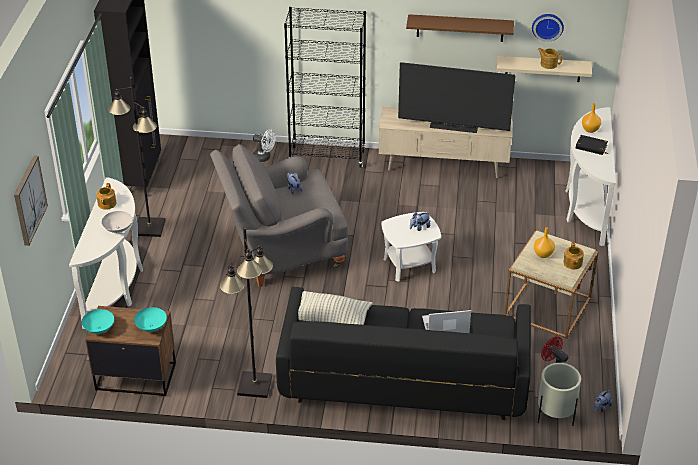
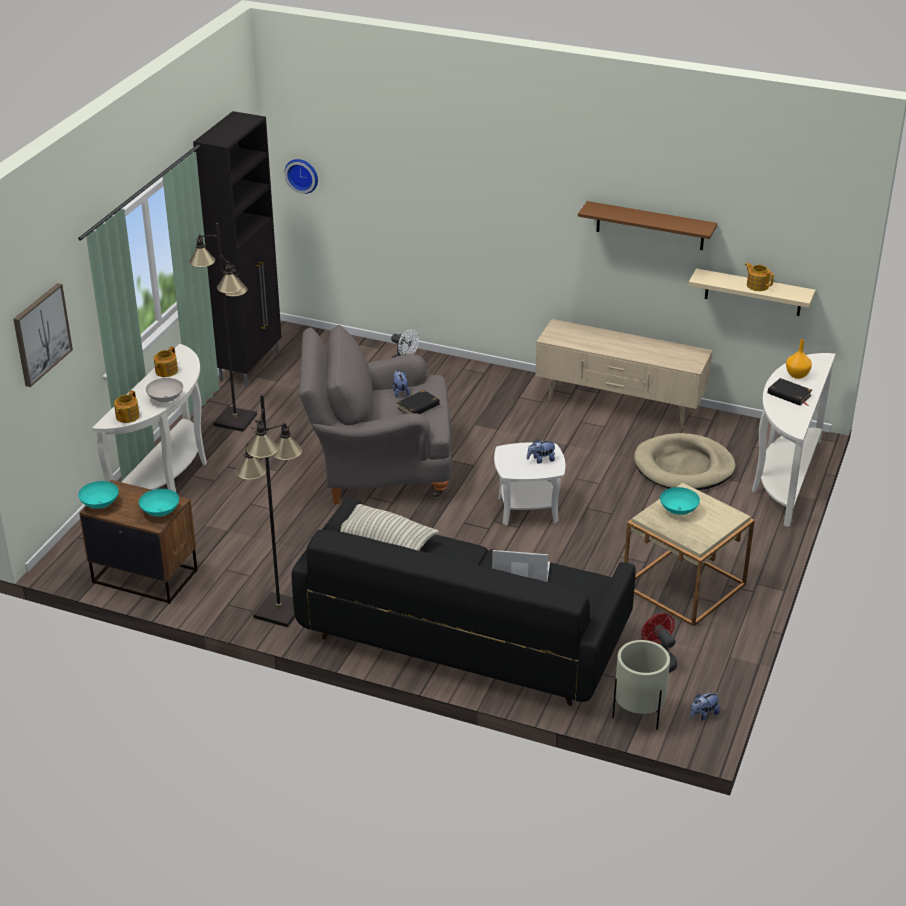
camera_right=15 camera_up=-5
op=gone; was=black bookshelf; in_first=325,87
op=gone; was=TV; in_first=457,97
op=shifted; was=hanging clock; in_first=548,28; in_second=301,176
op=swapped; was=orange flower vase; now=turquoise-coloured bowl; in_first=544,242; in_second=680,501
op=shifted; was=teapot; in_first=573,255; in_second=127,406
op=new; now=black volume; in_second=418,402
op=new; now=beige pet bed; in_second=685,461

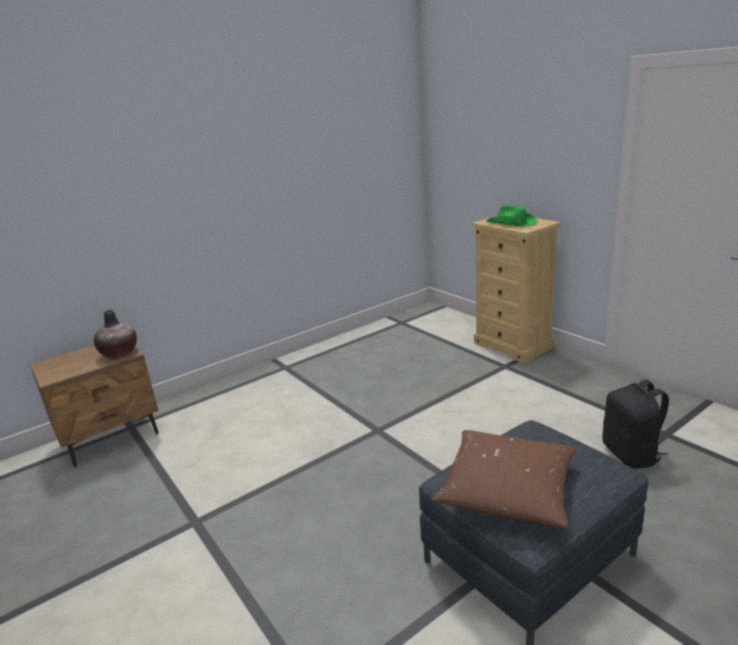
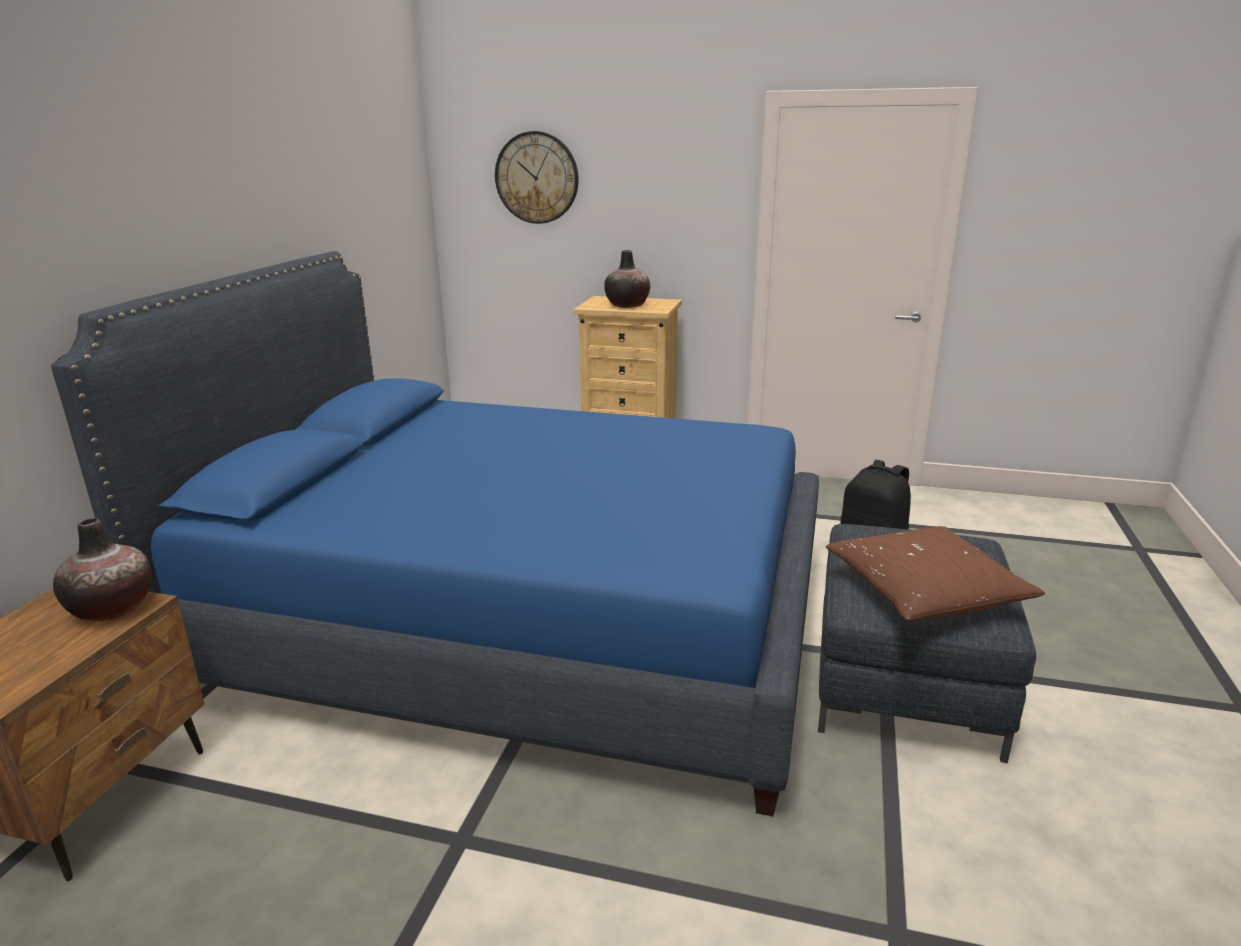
camera_right=-40 camera_up=0
op=swapped; was=green-coloured hat; now=flower vase; in_first=511,216; in_second=627,279
op=new; now=bluish bed; in_second=435,533
op=new; now=hanging clock; in_second=537,177

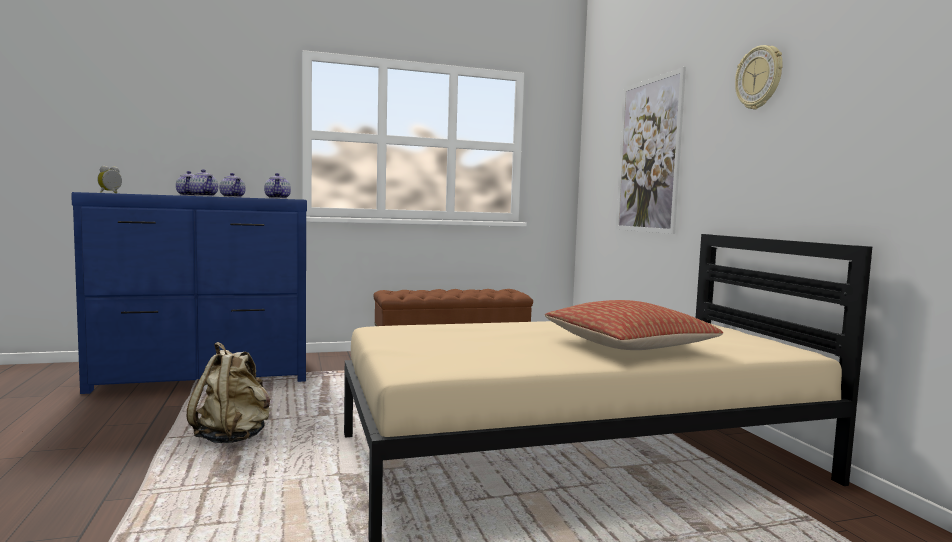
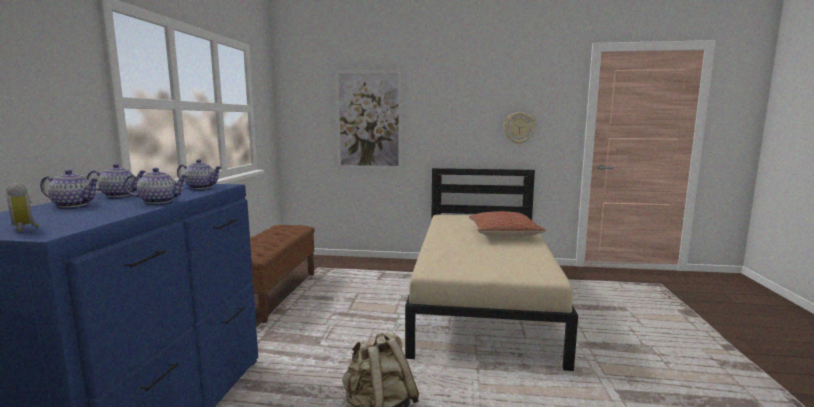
camera_right=-65 camera_up=5
op=shifted; was=hanging clock; in_first=759,77; in_second=520,128

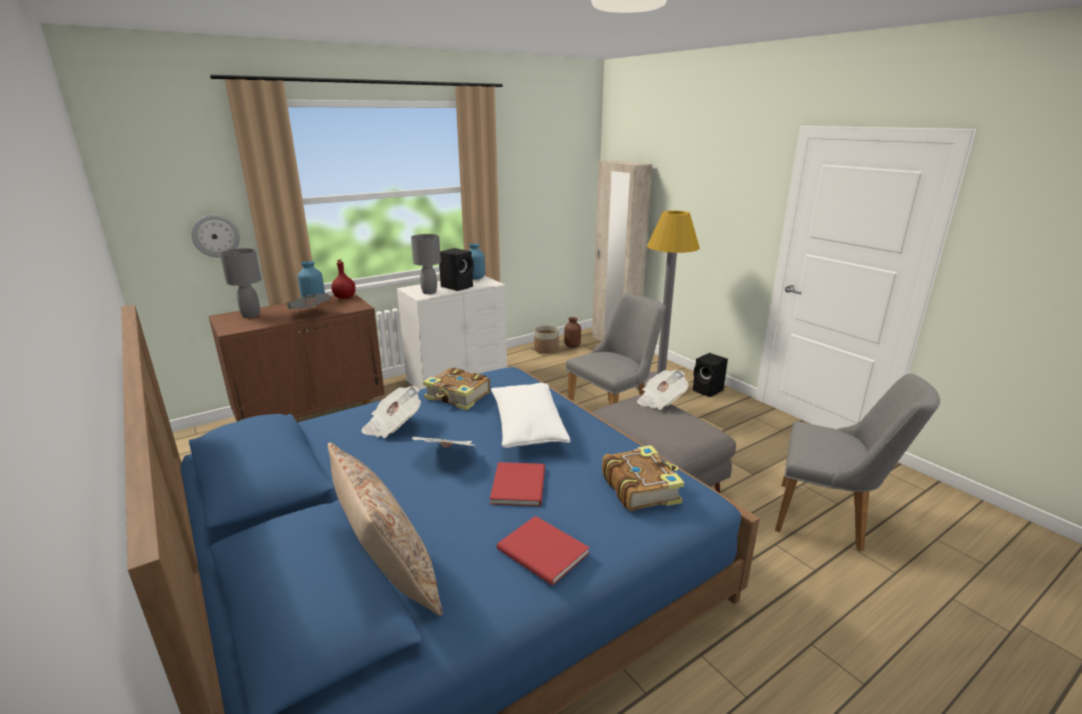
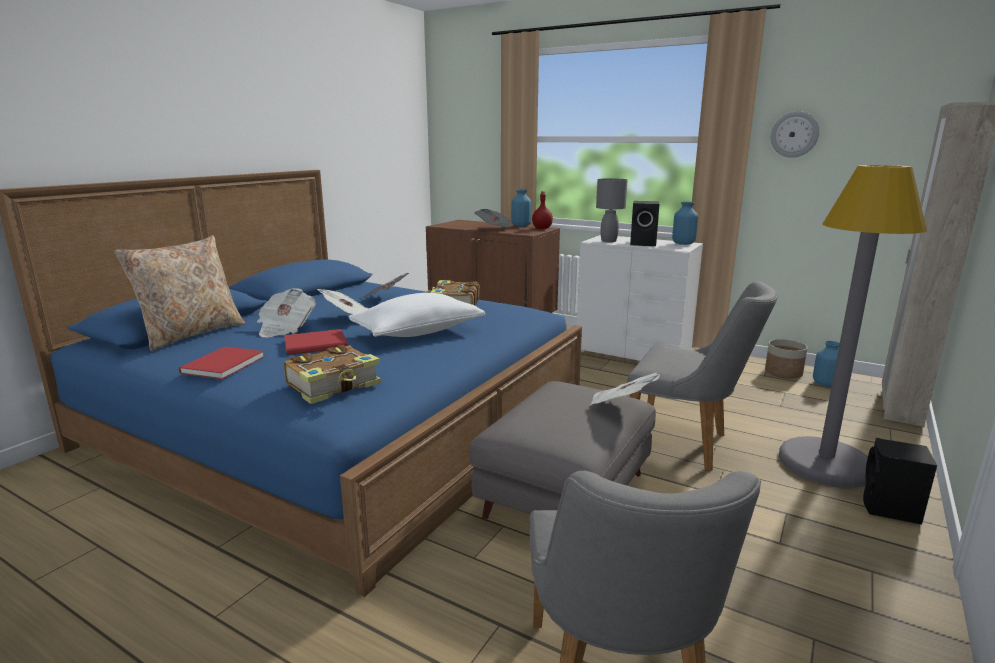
camera_right=65 camera_up=-5
op=shifted; was=hanging clock; in_first=216,236; in_second=795,134
op=gone; was=greyish lamp for a table; in_first=240,283
op=repainted; was=brownish flower vase; now=bluish flower vase; in_first=572,332; in_second=826,364
op=new; now=newspaper; in_second=286,312

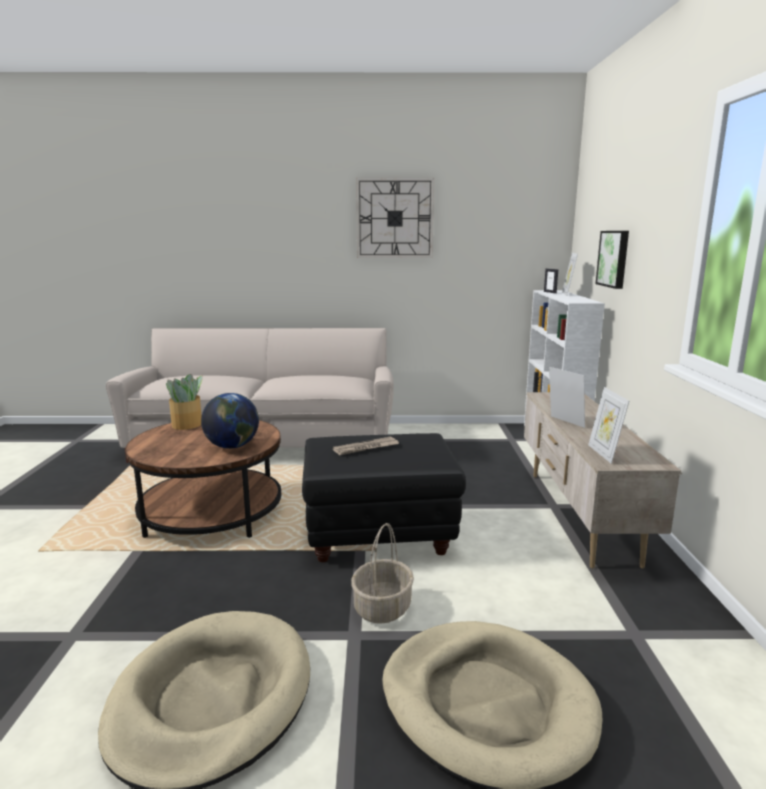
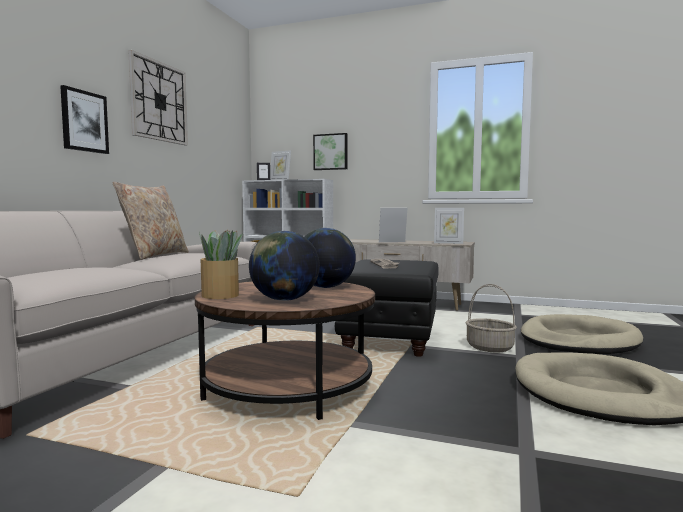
camera_right=-70 camera_up=-10
op=new; now=picture; in_second=84,119
op=new; now=beige pillow; in_second=150,221
op=new; now=globe; in_second=284,266

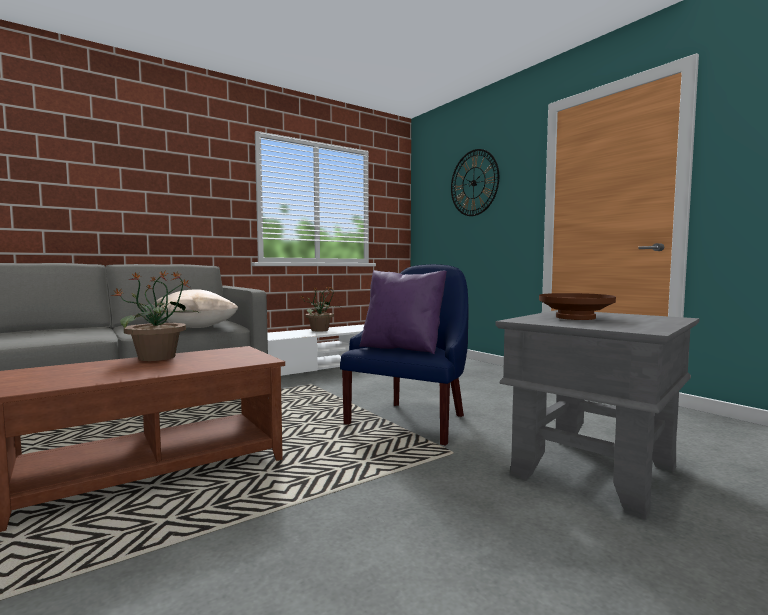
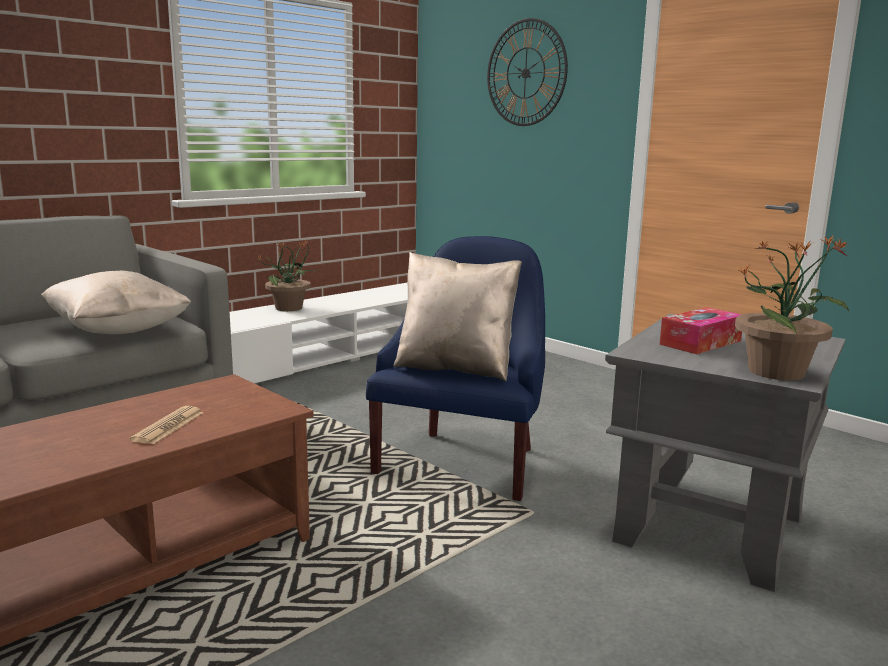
camera_right=-10 camera_up=10
op=shifted; was=potted plant; in_first=155,316; in_second=792,307
op=repainted; was=purple pillow; now=beige pillow; in_first=403,312; in_second=457,317
op=swapped; was=brownish bowl; now=tissue box; in_first=577,306; in_second=700,330
op=new; now=newspaper; in_second=166,425

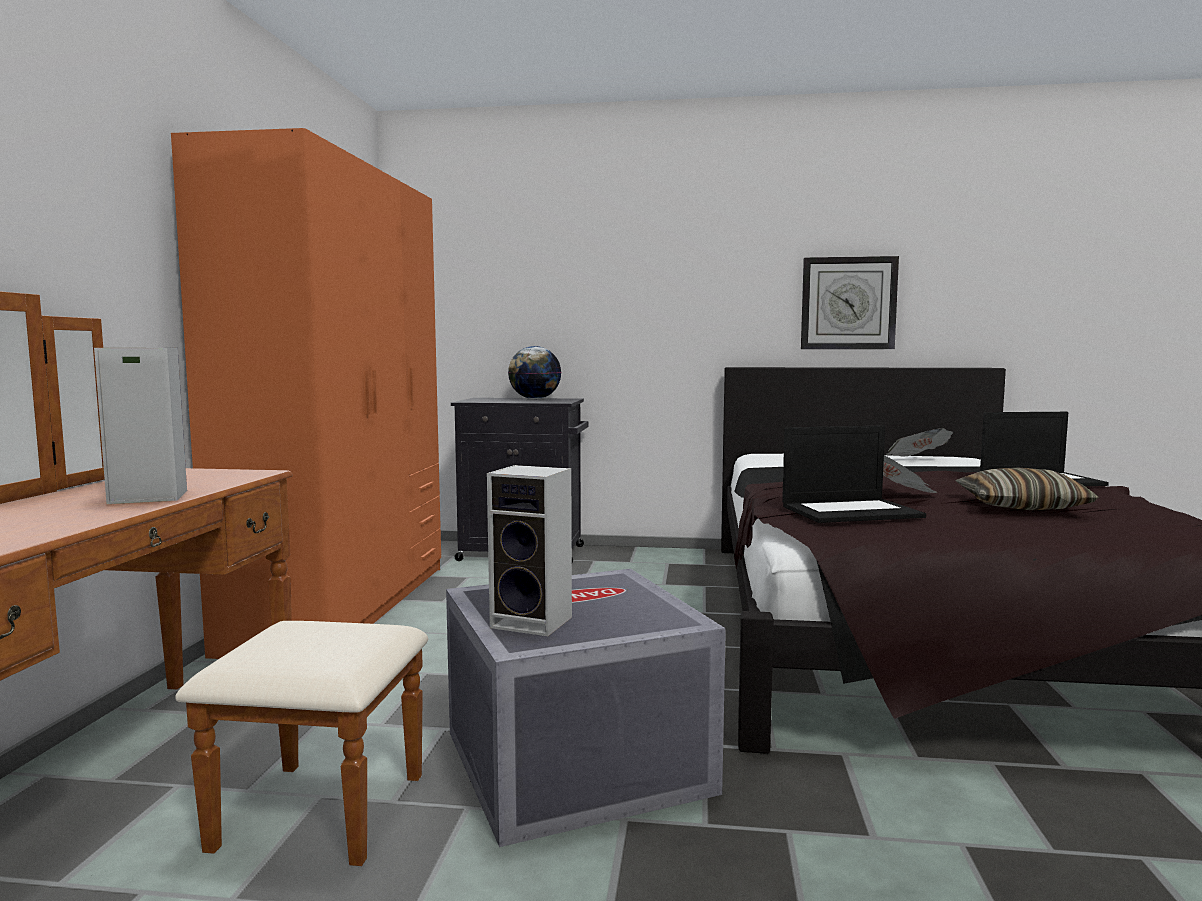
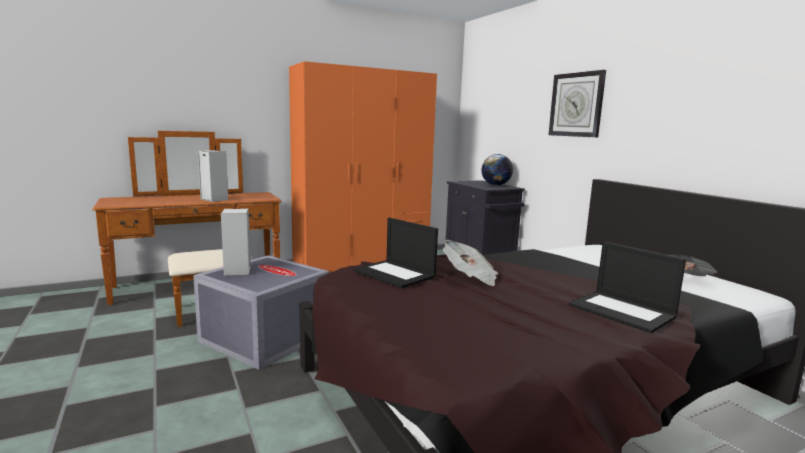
camera_right=55 camera_up=5
op=shifted; was=hanging clock; in_first=850,302; in_second=577,104
op=gone; was=pillow; in_first=1027,489

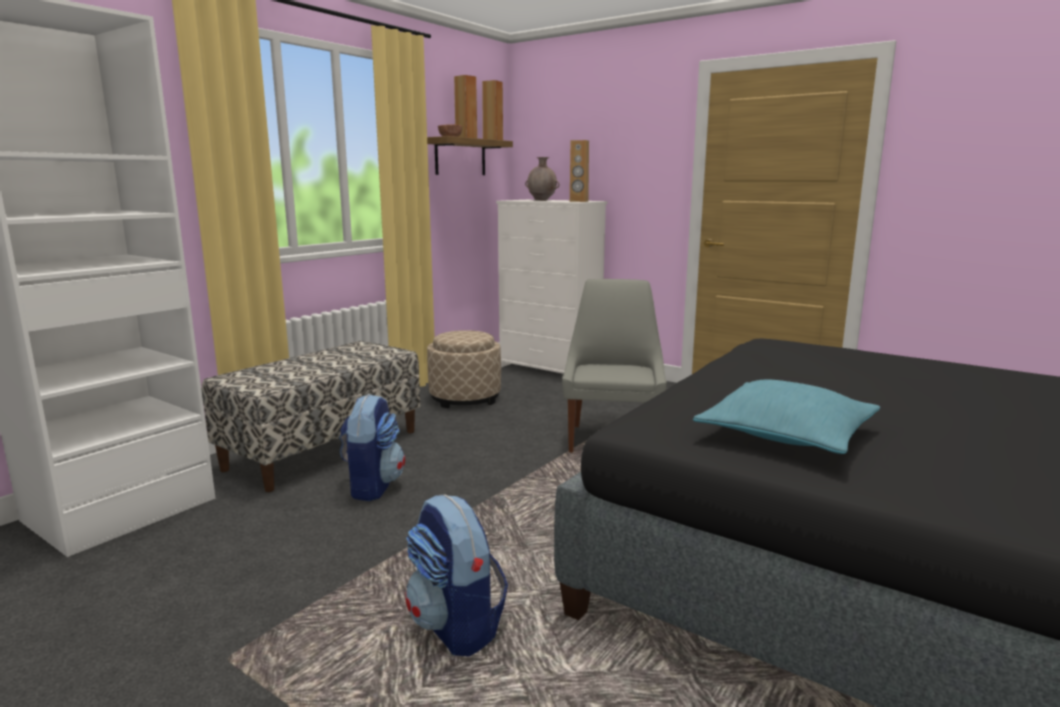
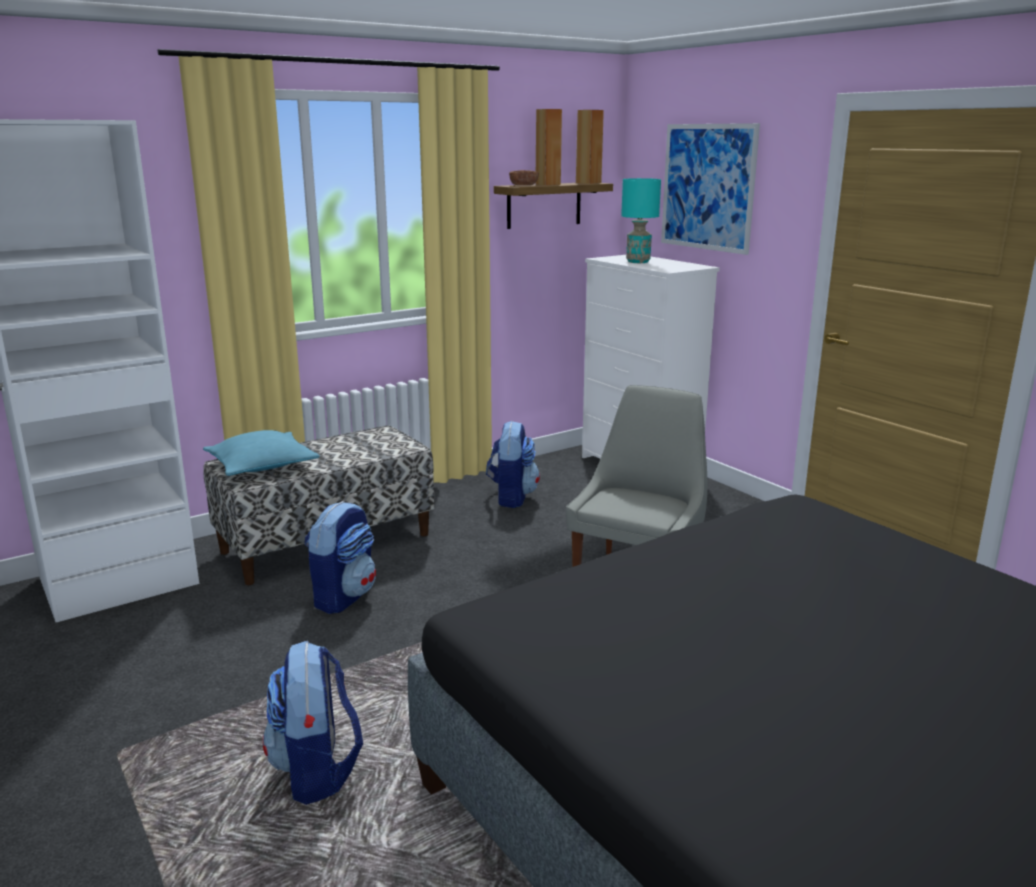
camera_right=20 camera_up=5
op=swapped; was=beige ottoman; now=rucksack; in_first=464,369; in_second=513,464
op=swapped; was=brownish flower vase; now=turquoise-coloured lamp for a table; in_first=542,179; in_second=641,220
op=gone; was=brownish speaker; in_first=579,171
op=shifted; was=turquoise-coloured pillow; in_first=786,416; in_second=261,453
op=new; now=picture; in_second=710,189

